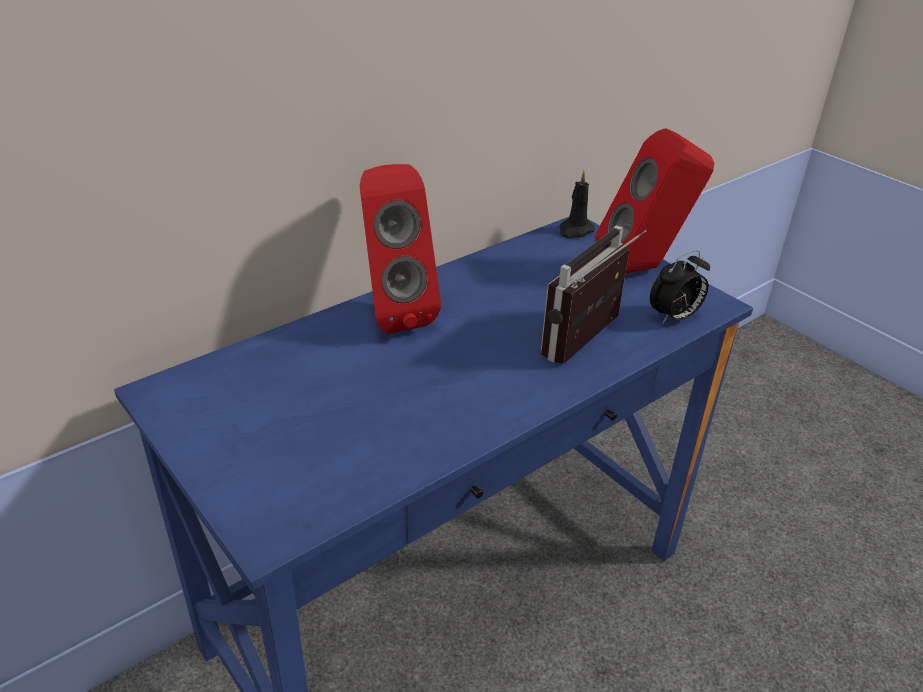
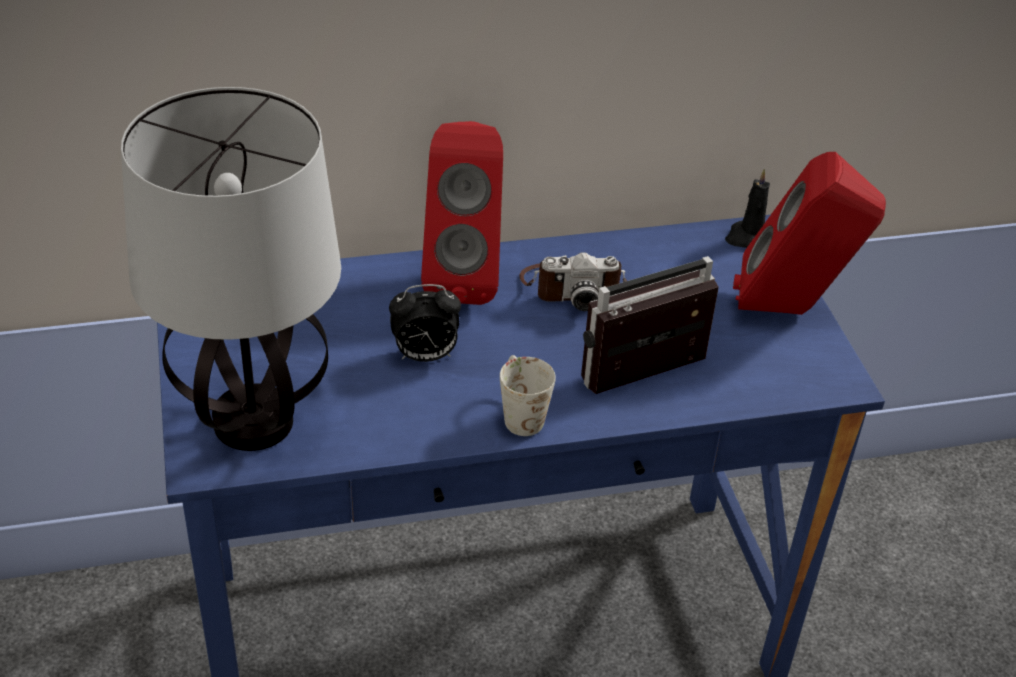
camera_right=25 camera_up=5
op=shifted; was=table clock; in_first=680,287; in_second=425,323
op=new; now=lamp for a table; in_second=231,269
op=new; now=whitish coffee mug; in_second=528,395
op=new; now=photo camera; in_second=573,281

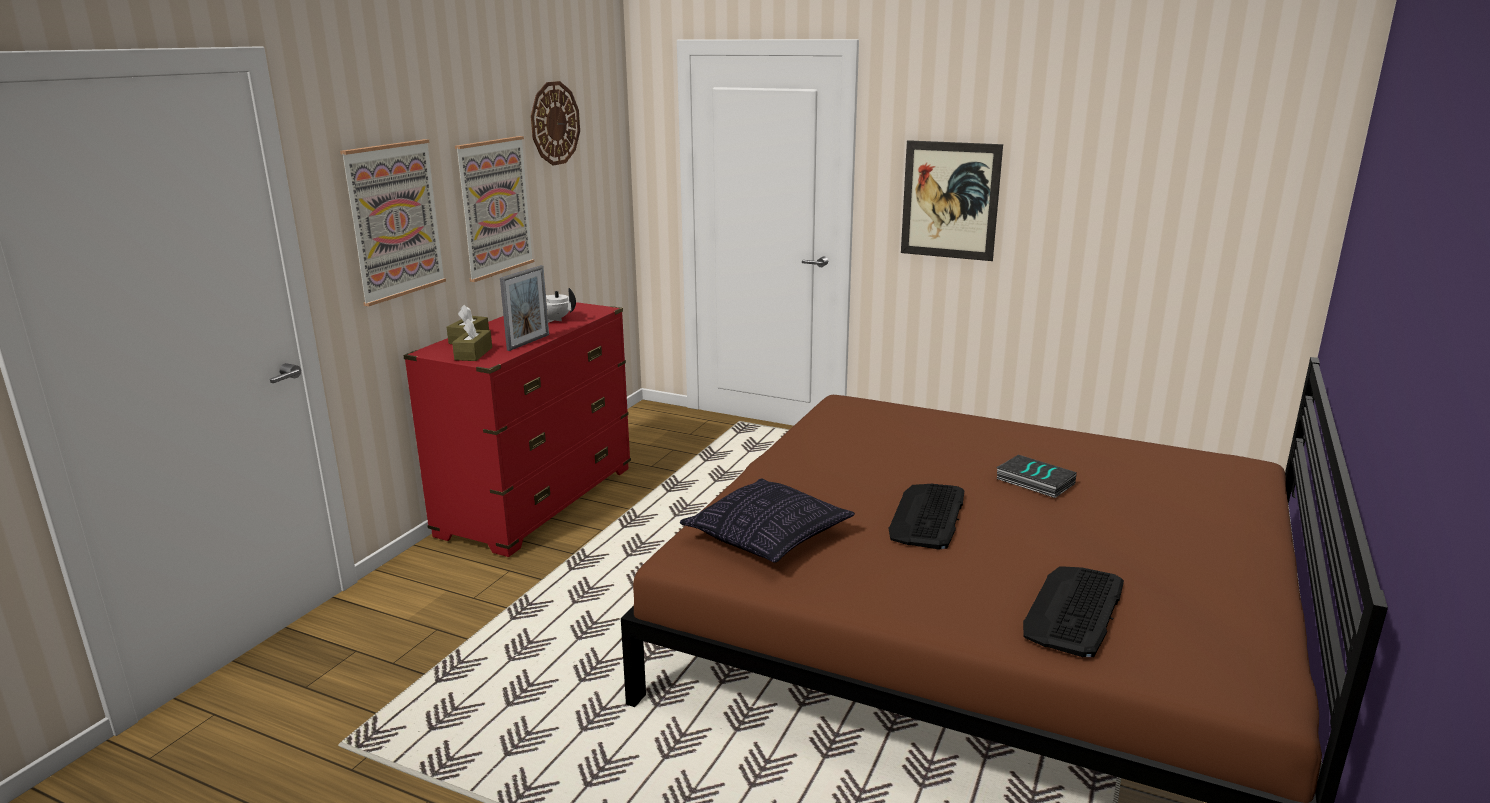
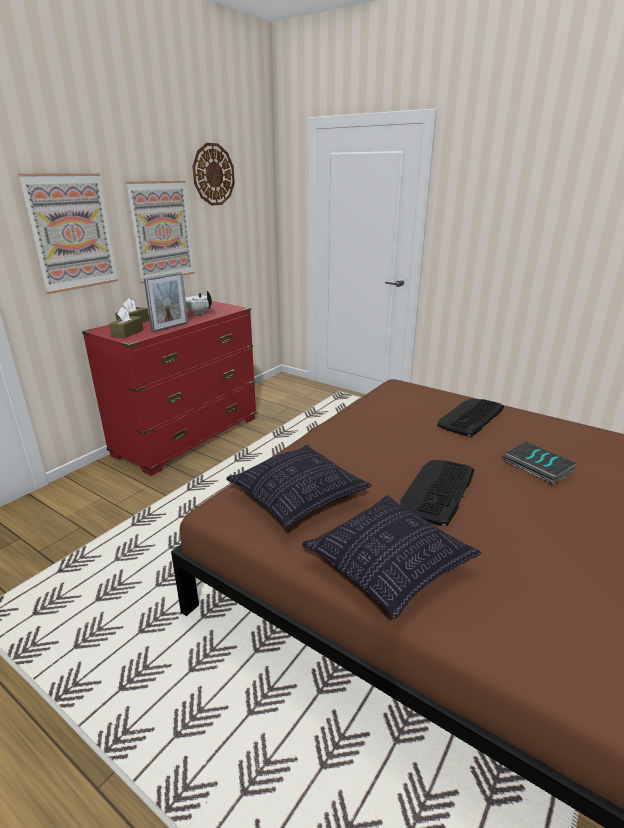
camera_right=10 camera_up=5
op=gone; was=picture; in_first=952,200
op=shifted; was=PC keyboard; in_first=1073,611; in_second=470,418
op=new; now=pillow; in_second=391,557

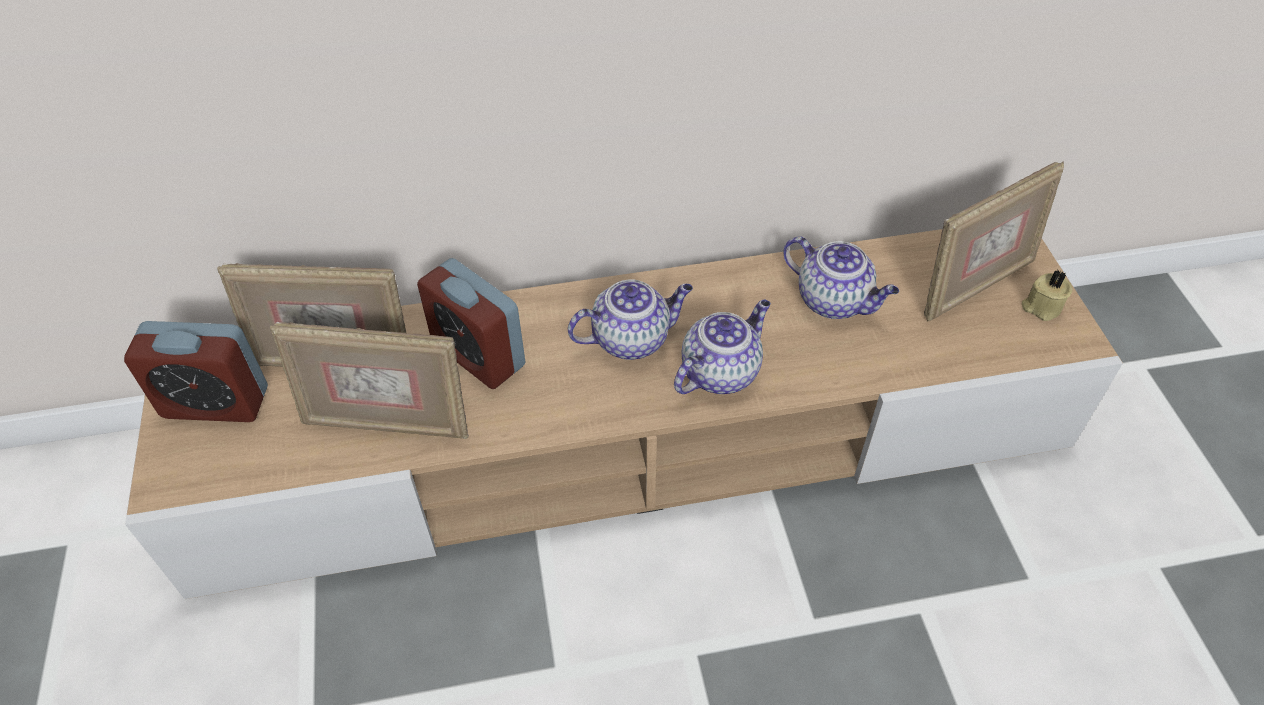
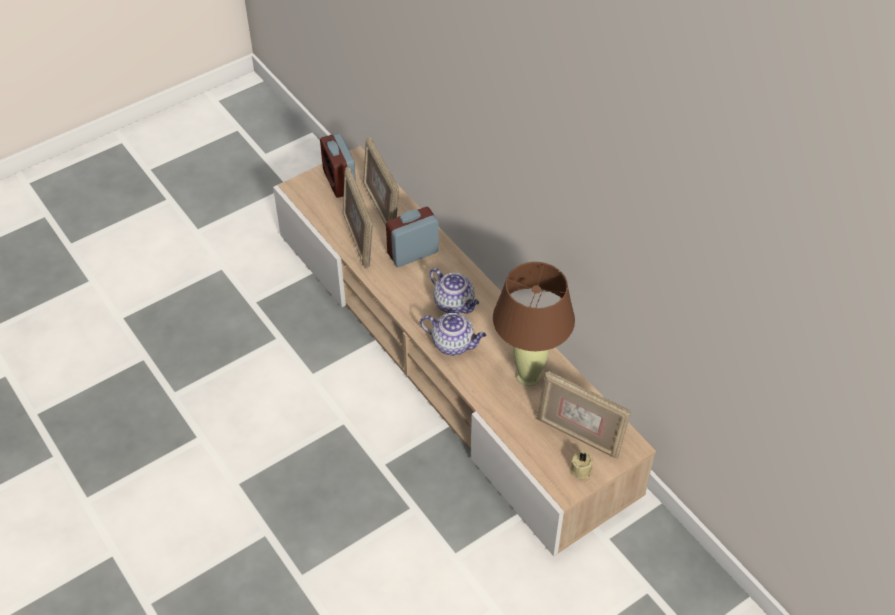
camera_right=65 camera_up=0
op=rotated; was=table clock; in_first=471,323; in_second=412,237; clockwise=45
op=swapped; was=teapot; now=brownish lamp for a table; in_first=841,277; in_second=534,324

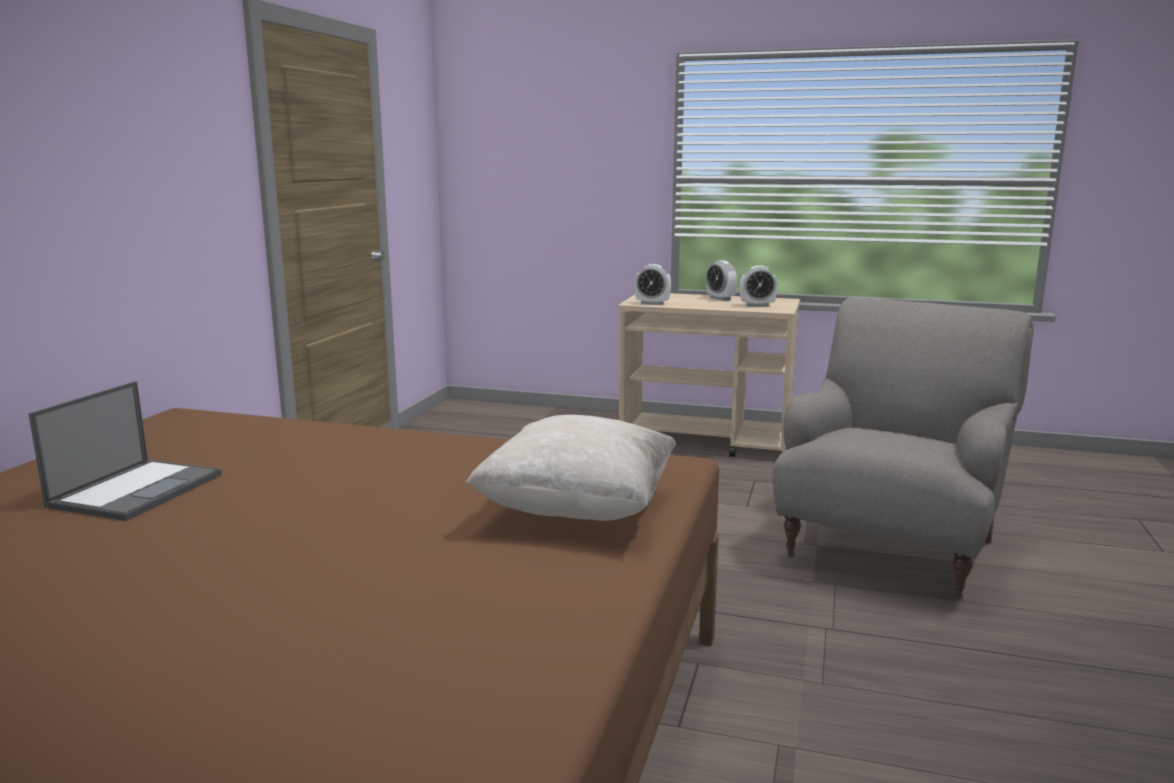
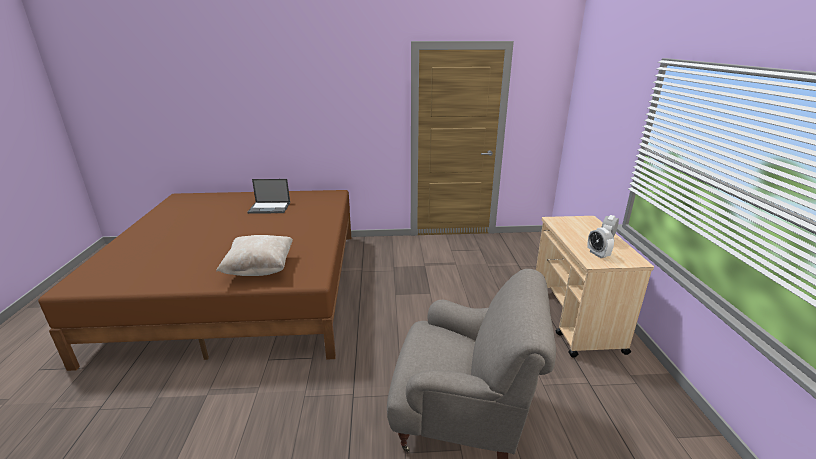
camera_right=70 camera_up=10
op=gone; was=table clock; in_first=652,284

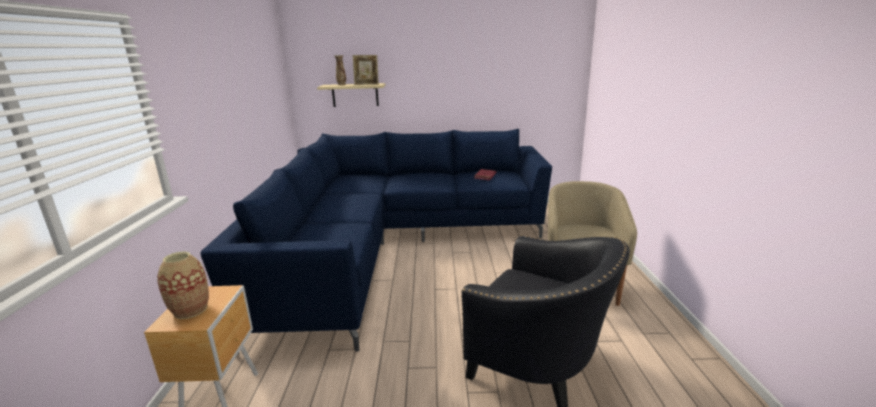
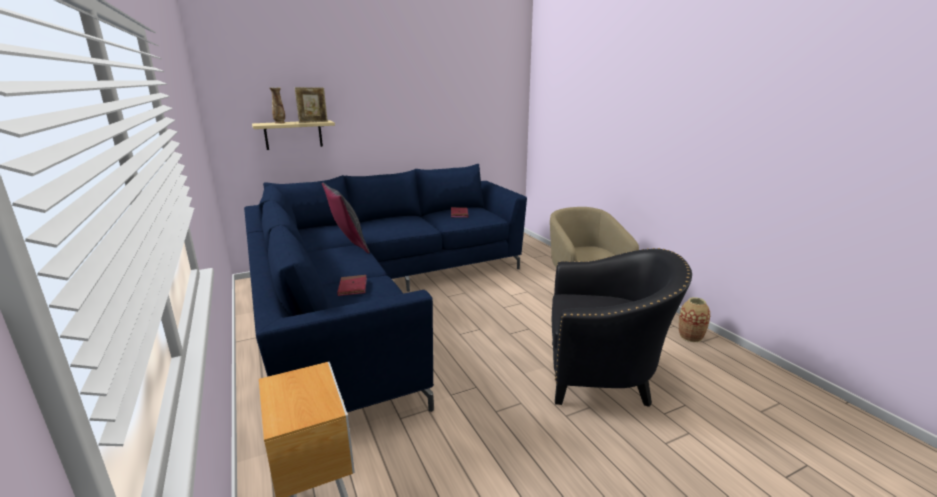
camera_right=-25 camera_up=0
op=shifted; was=flower vase; in_first=183,285; in_second=694,319
op=new; now=greyish pillow; in_second=346,218
op=new; now=red volume; in_second=352,285

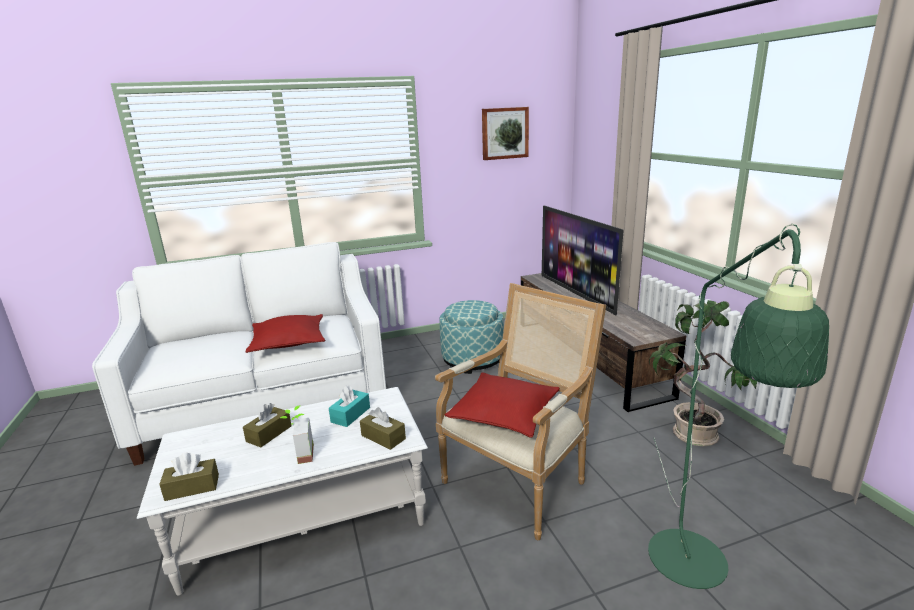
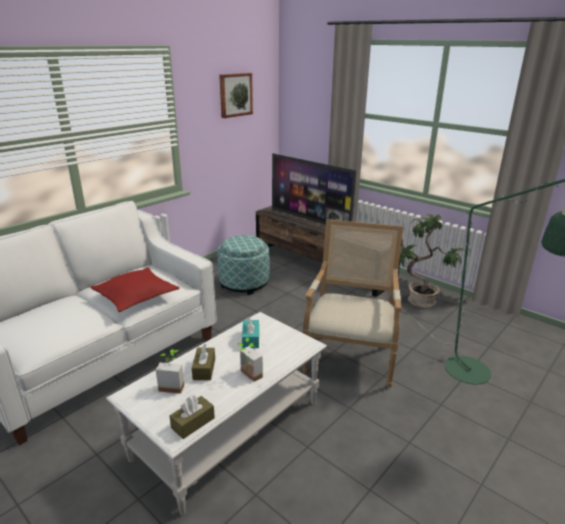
camera_right=-30 camera_up=5
op=gone; was=brownish tissue box; in_first=383,428
op=gone; was=red pillow; in_first=502,405
op=new; now=potted plant; in_second=170,371

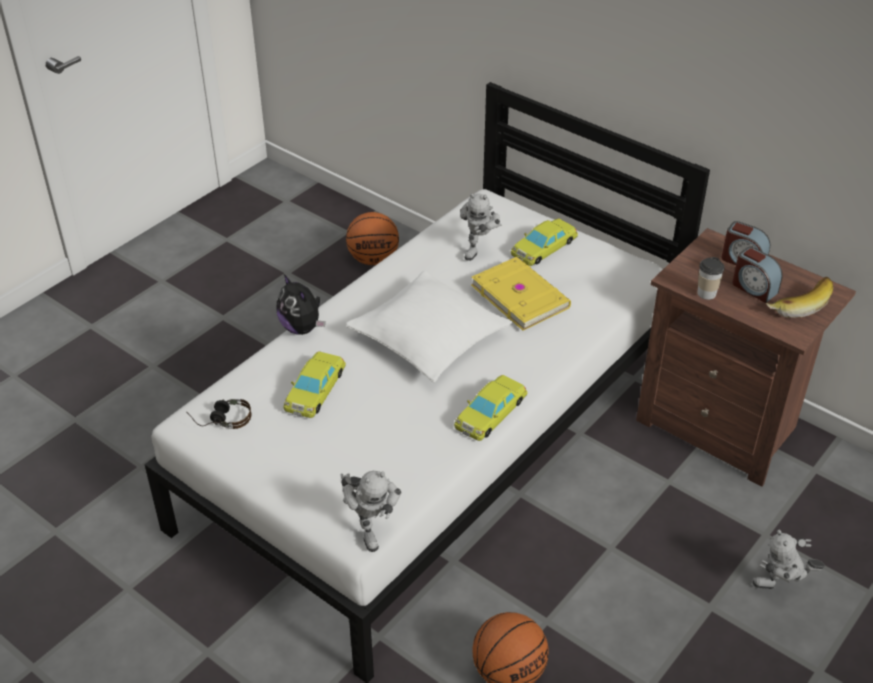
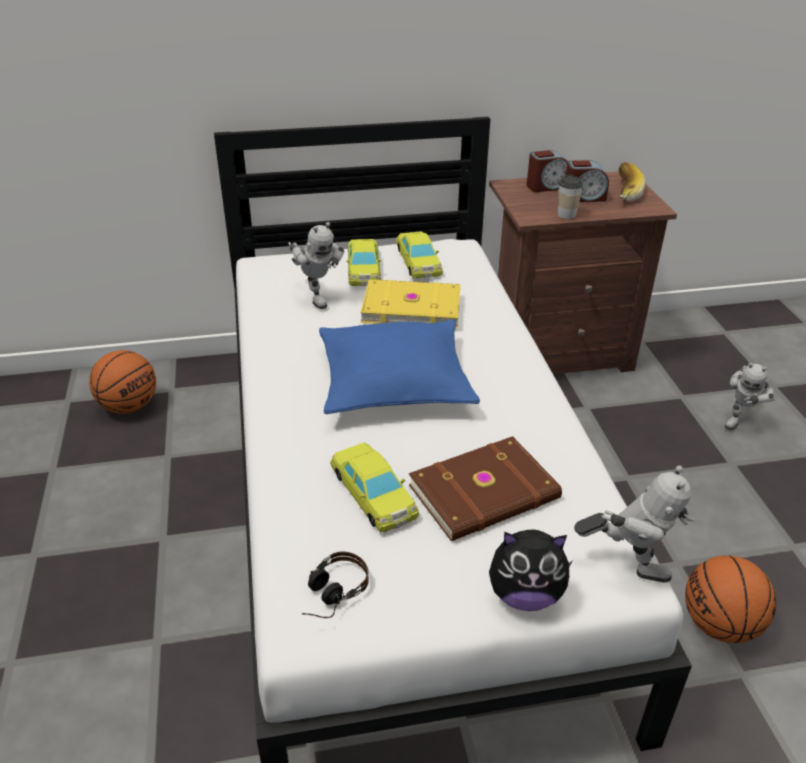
camera_right=-50 camera_up=-5
op=shifted; was=cuddly toy; in_first=301,304; in_second=531,570
op=repainted; was=whitish pillow; now=bluish pillow; in_first=428,327; in_second=399,367
op=shifted; was=yellow-coloured miniature car; in_first=490,408; in_second=419,254
op=new; now=brownish volume; in_second=485,488

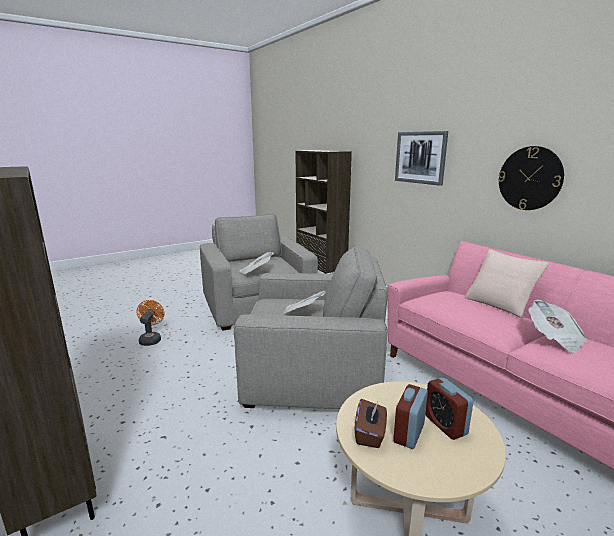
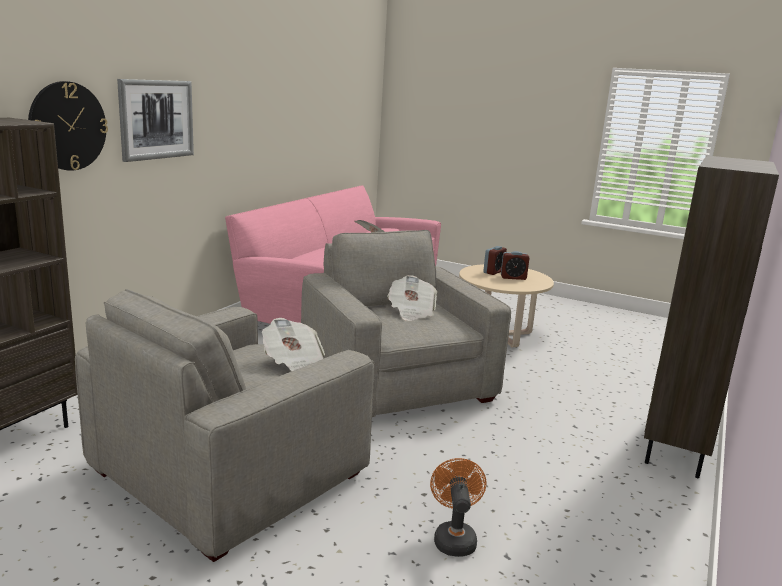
camera_right=-120 camera_up=0
op=rotated; was=orange cooling fan; in_first=150,323; in_second=458,507; clockwise=120
op=gone; was=brownish tissue box; in_first=371,423
op=gone; was=beige pillow; in_first=507,283
op=shifted; was=hanging clock; in_first=531,178; in_second=68,126

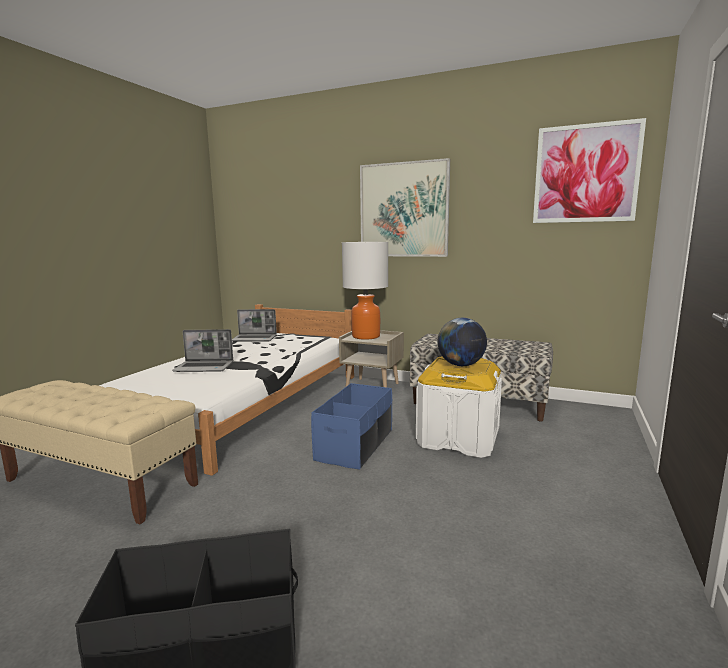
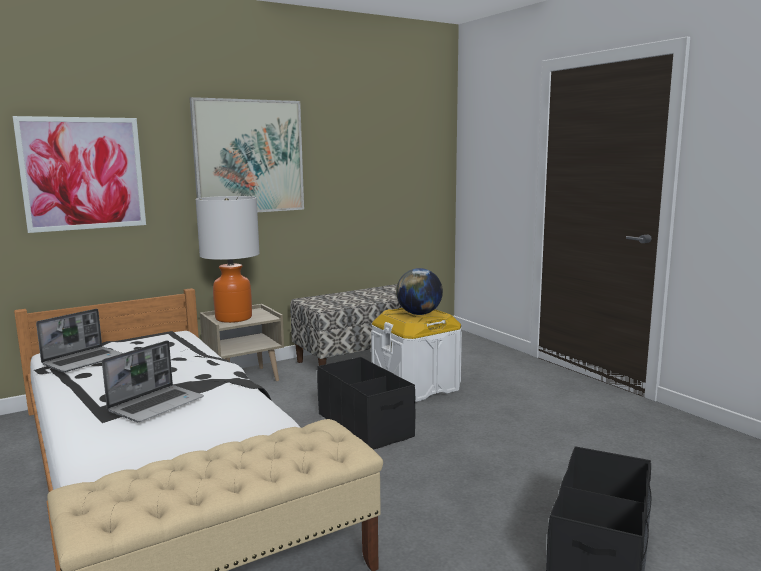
camera_right=-55 camera_up=0
op=repainted; was=bluish storage container; now=black storage container; in_first=351,426; in_second=366,403
op=shifted; was=picture; in_first=589,170; in_second=79,174

